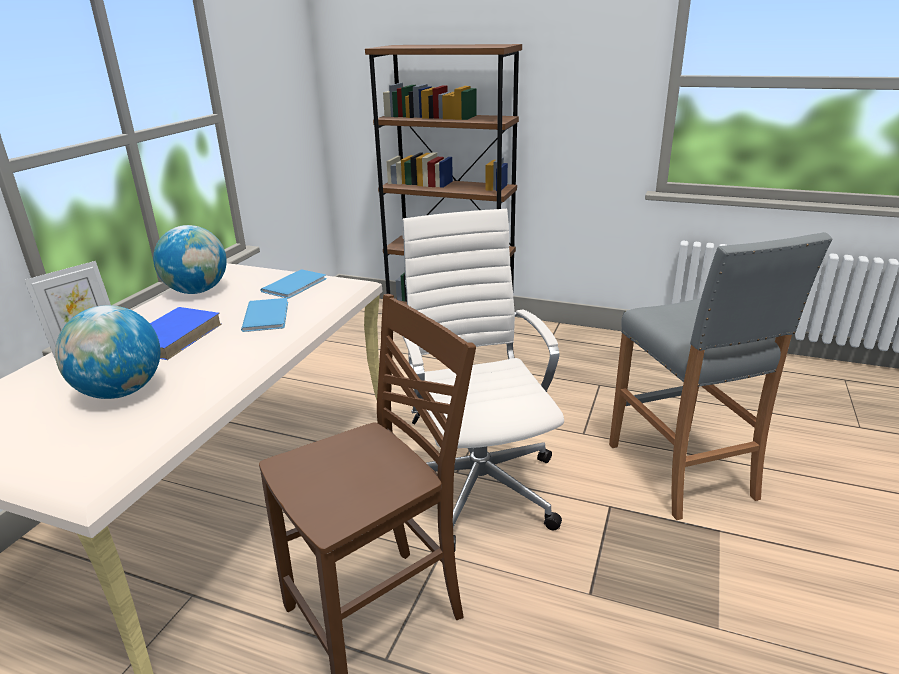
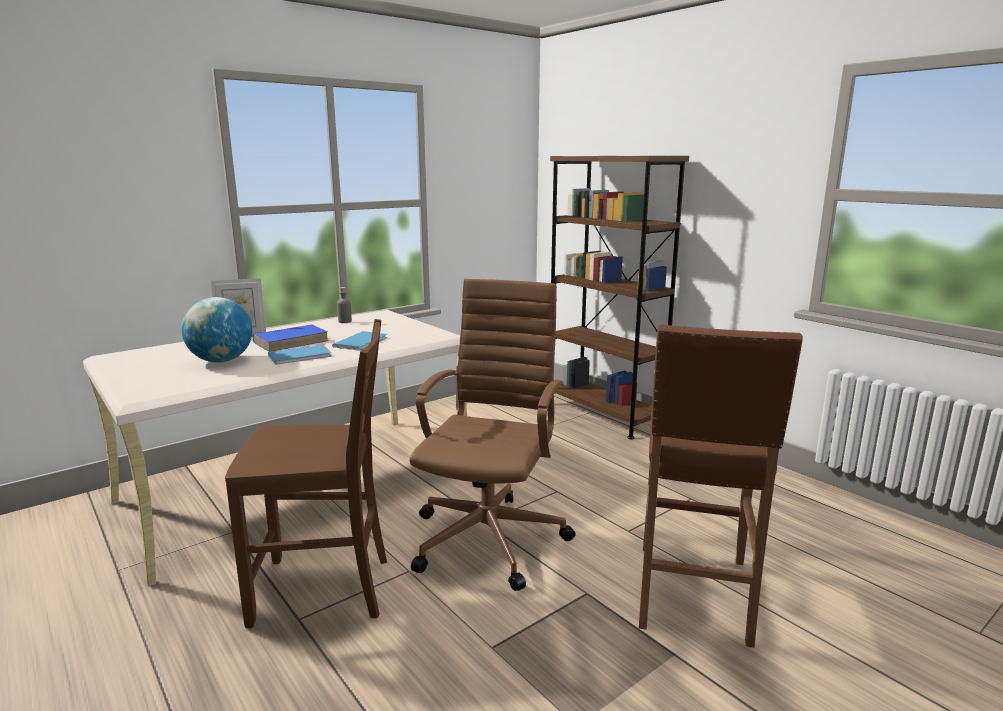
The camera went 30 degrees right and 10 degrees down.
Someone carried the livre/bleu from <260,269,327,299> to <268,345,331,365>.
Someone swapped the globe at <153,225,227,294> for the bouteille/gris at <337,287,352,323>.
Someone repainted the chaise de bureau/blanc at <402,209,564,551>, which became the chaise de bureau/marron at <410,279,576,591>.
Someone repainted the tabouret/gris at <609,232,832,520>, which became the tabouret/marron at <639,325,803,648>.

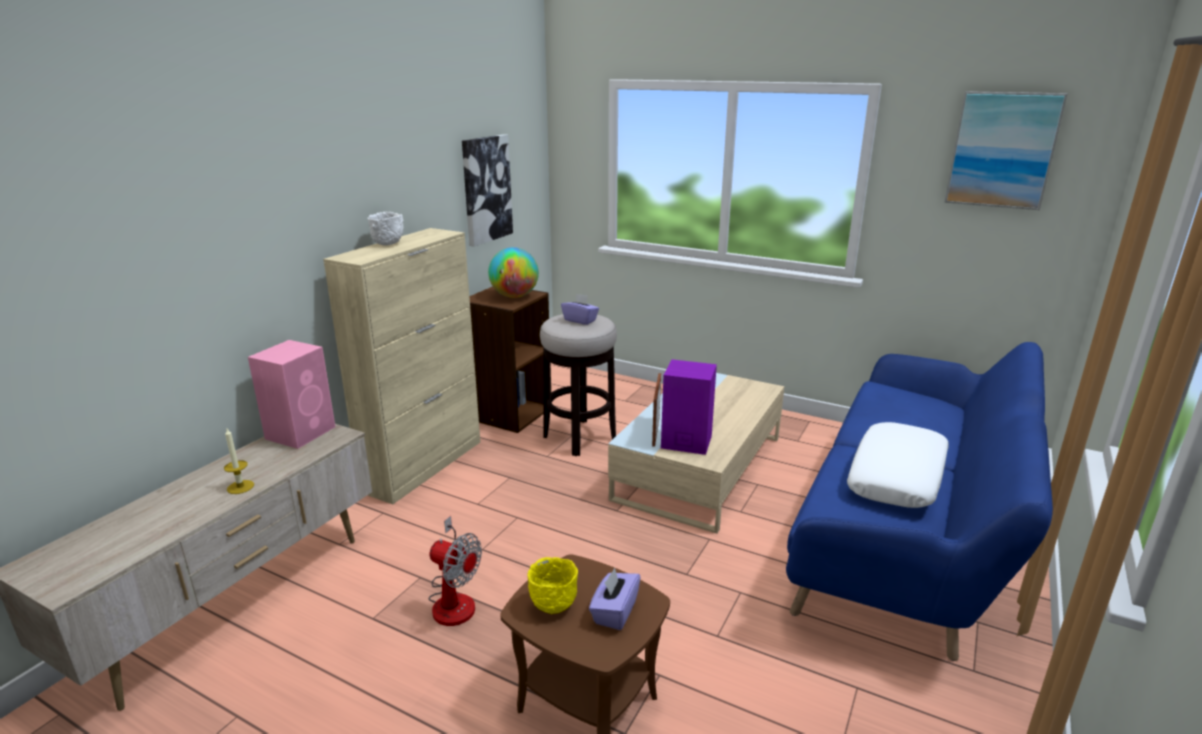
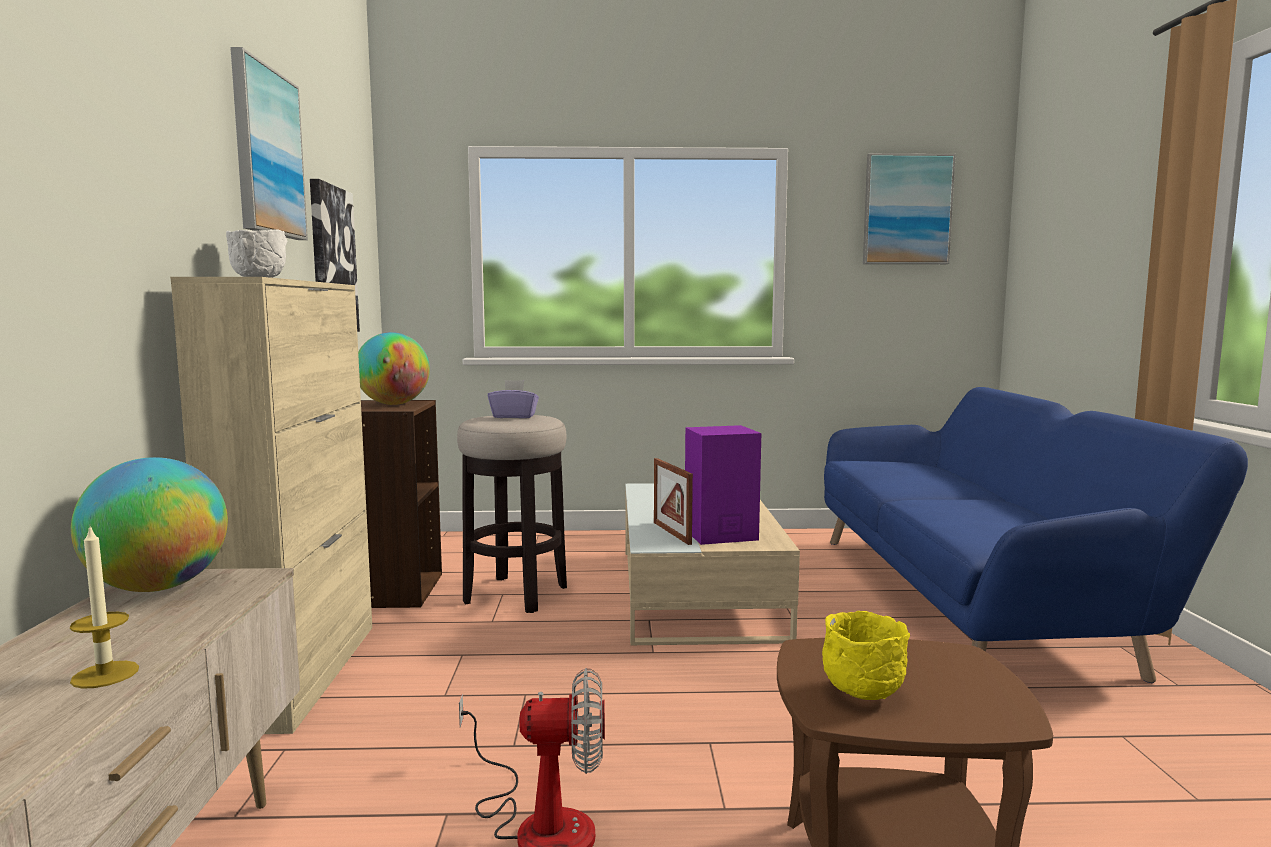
The camera went 30 degrees left and 15 degrees down.
Someone swapped the enceinte/rose at <248,340,335,449> for the globe at <71,457,228,592>.
Someone put up the tableau at <230,47,308,240>.
Someone took away the boîte à mouchoirs/violet at <589,567,641,630>.
Someone took away the coussin/blanc at <847,422,949,508>.

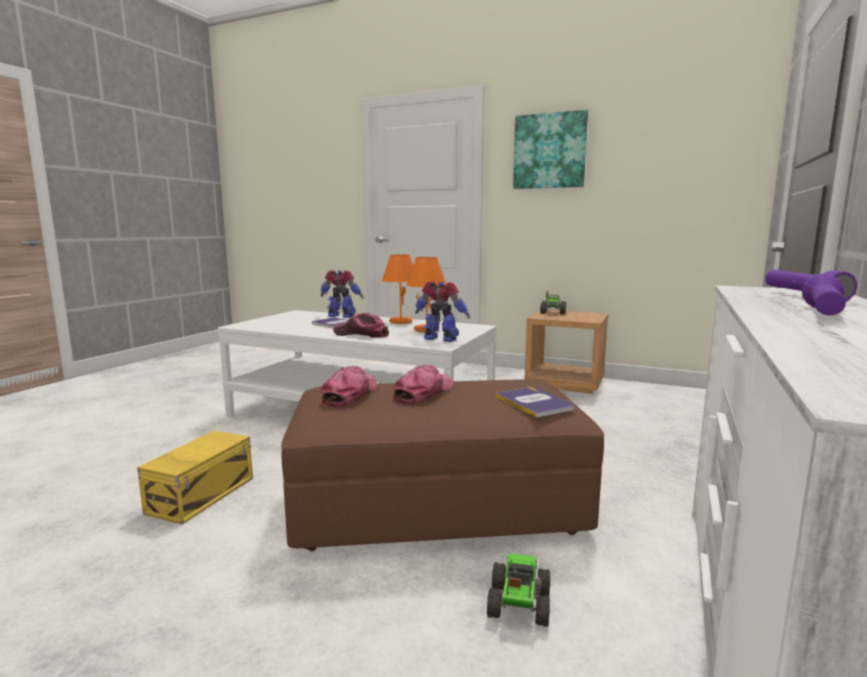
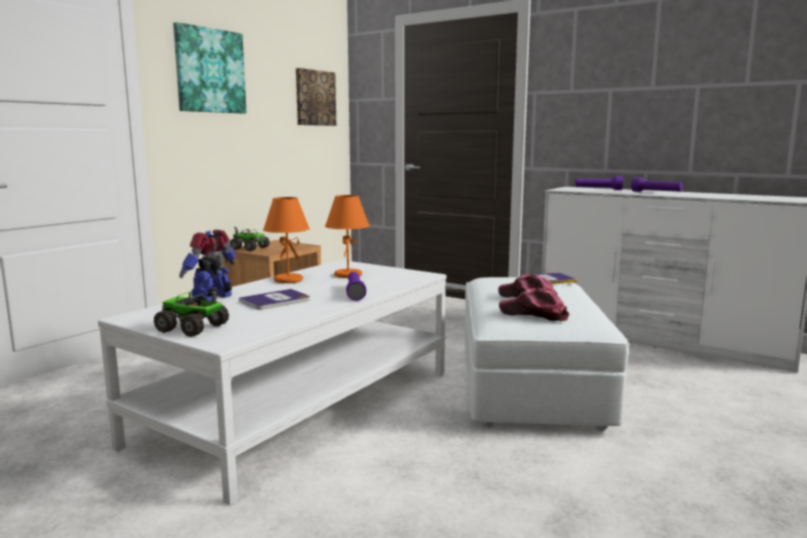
The camera went 80 degrees left and 0 degrees up.
Someone carried the camion jouet from <487,554,551,627> to <154,287,229,337>.
Someone put up the tableau at <296,68,336,126>.
Someone swapped the casquette at <333,313,389,338> for the lampe de poche/violet at <346,271,367,301>.
Someone repainted the pouf/marron at <281,379,604,551>, which became the pouf/blanc at <464,277,629,431>.
Someone took away the boîte de rangement/jaune at <137,431,253,524>.
Someone took away the robot jouet at <415,281,470,342>.

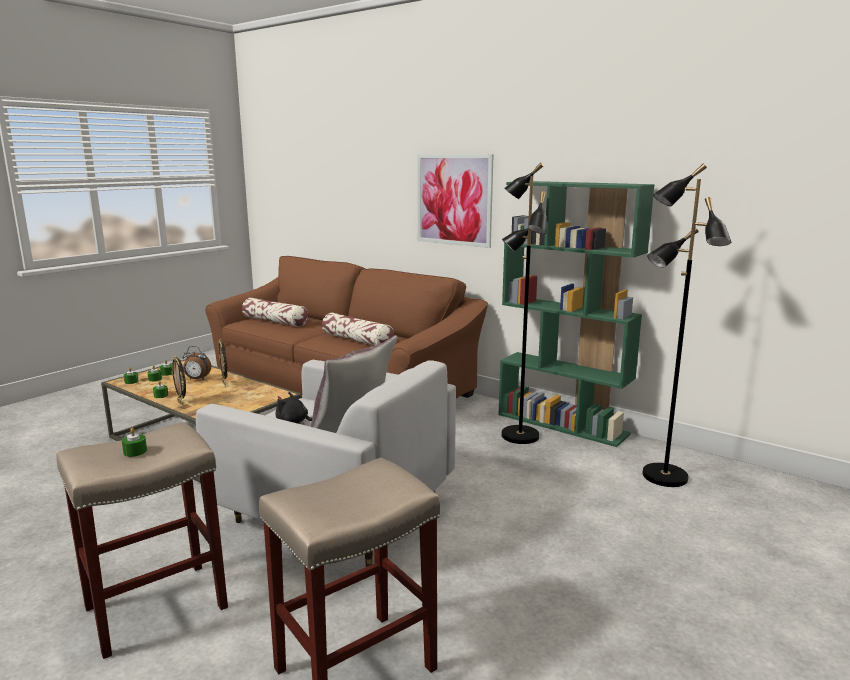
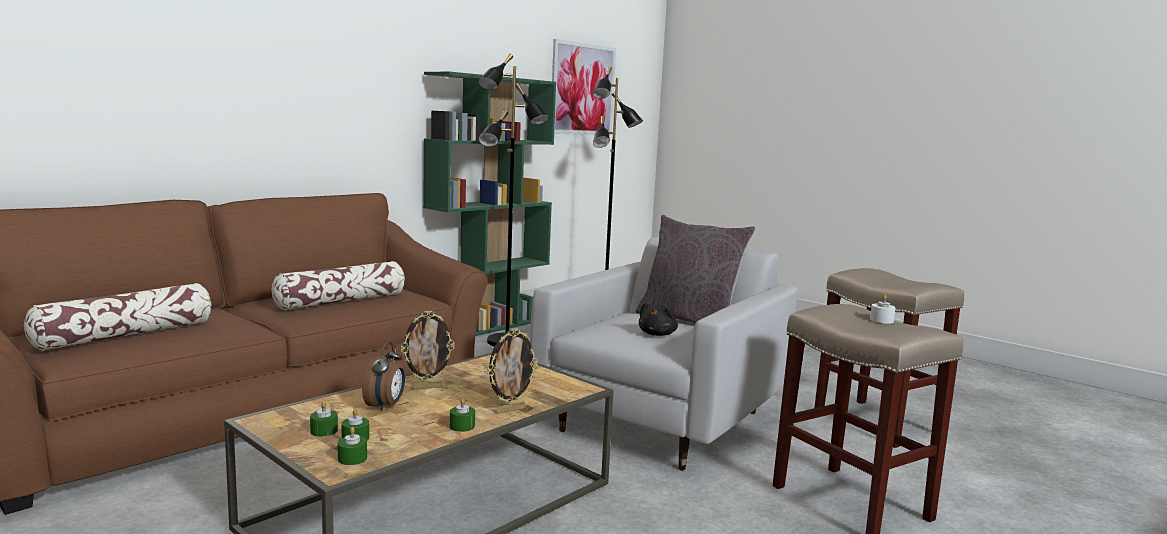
The camera went 85 degrees left and 5 degrees down.
Someone carried the tableau from <418,154,494,248> to <552,39,616,135>.
Someone repainted the bougie/vert at <122,428,147,457>, which became the bougie/blanc at <870,294,896,324>.

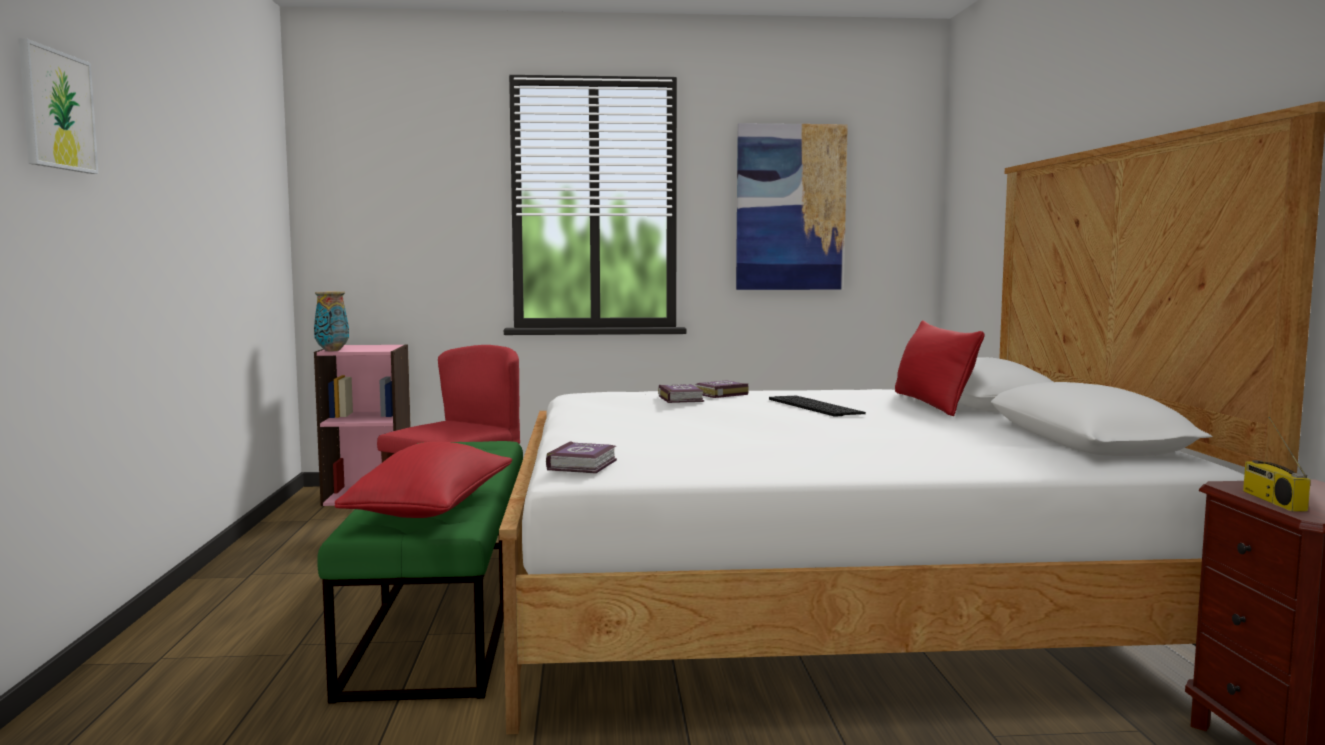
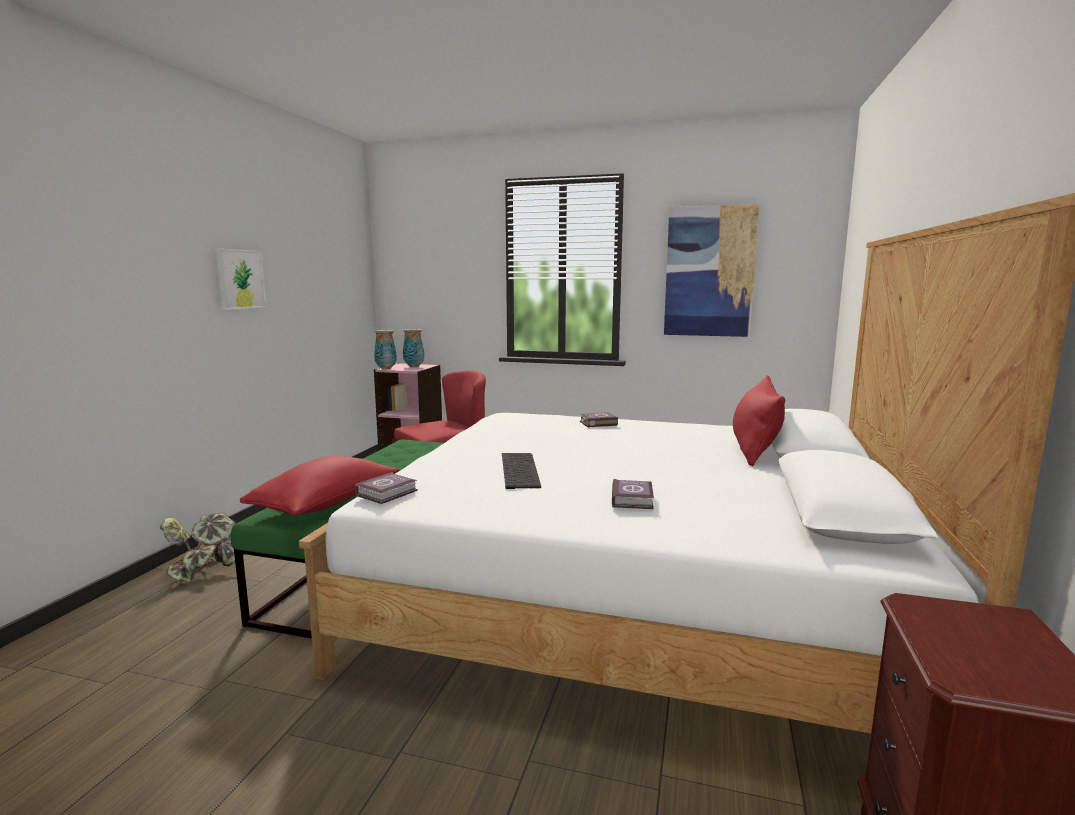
The camera went 20 degrees right and 5 degrees up.
Someone put down the plante en pot at <160,513,245,583>.
Someone carried the tableau from <19,38,99,174> to <215,248,267,310>.
Someone put down the vase at <403,329,424,367>.
Someone carried the clavier from <769,396,866,417> to <502,453,541,489>.
Someone carried the livre from <658,384,704,403> to <612,479,654,509>.
Someone took away the radio at <1243,417,1311,511>.

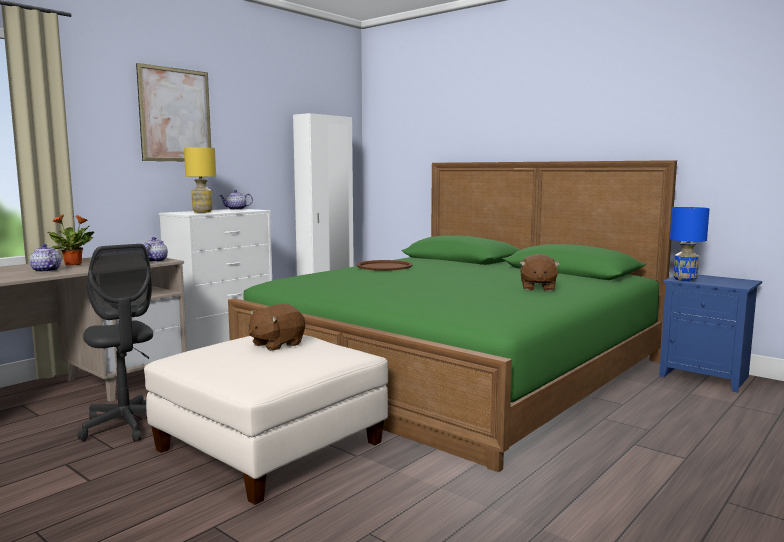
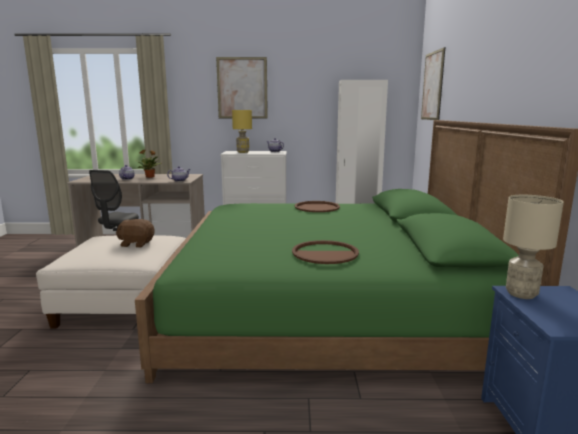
The camera went 50 degrees right and 5 degrees up.
Someone swapped the peluche/marron at <520,254,560,291> for the plateau/marron at <292,240,359,264>.
Someone put up the tableau at <421,47,445,120>.
Someone repainted the lampe de table/bleu at <670,207,710,281>, which became the lampe de table/beige at <503,195,564,299>.

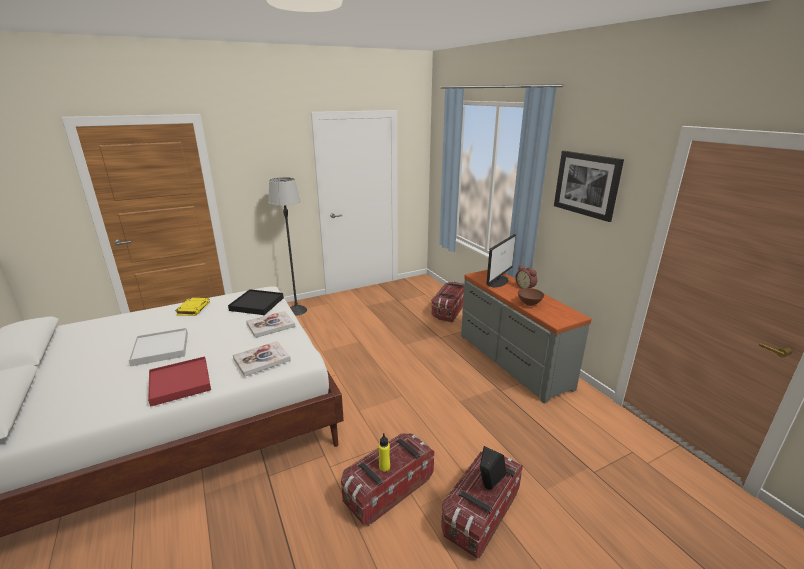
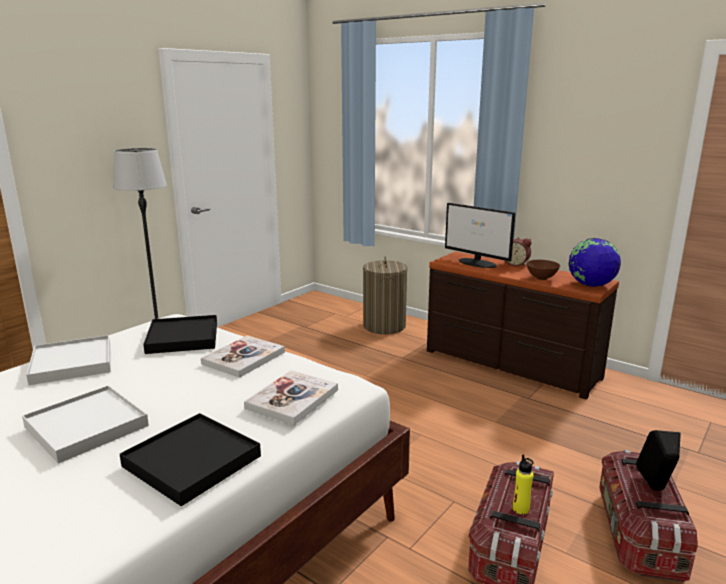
The camera went 25 degrees left and 5 degrees down.
Someone swapped the livre/jaune at <175,298,210,316> for the plateau/blanc at <26,335,111,385>.
Someone repainted the plateau/rouge at <148,356,211,407>, which became the plateau/noir at <120,413,261,506>.
Someone swapped the boîte de rangement at <431,281,464,323> for the panier à linge at <363,256,408,334>.
Someone repainted the commode/gris at <461,270,592,404>, which became the commode/marron at <427,251,619,399>.
Someone rotated the écran d'ordinateur at <486,234,516,287> by 120 degrees clockwise.
Someone put down the globe at <568,238,621,287>.
Someone took away the tableau at <554,151,624,222>.

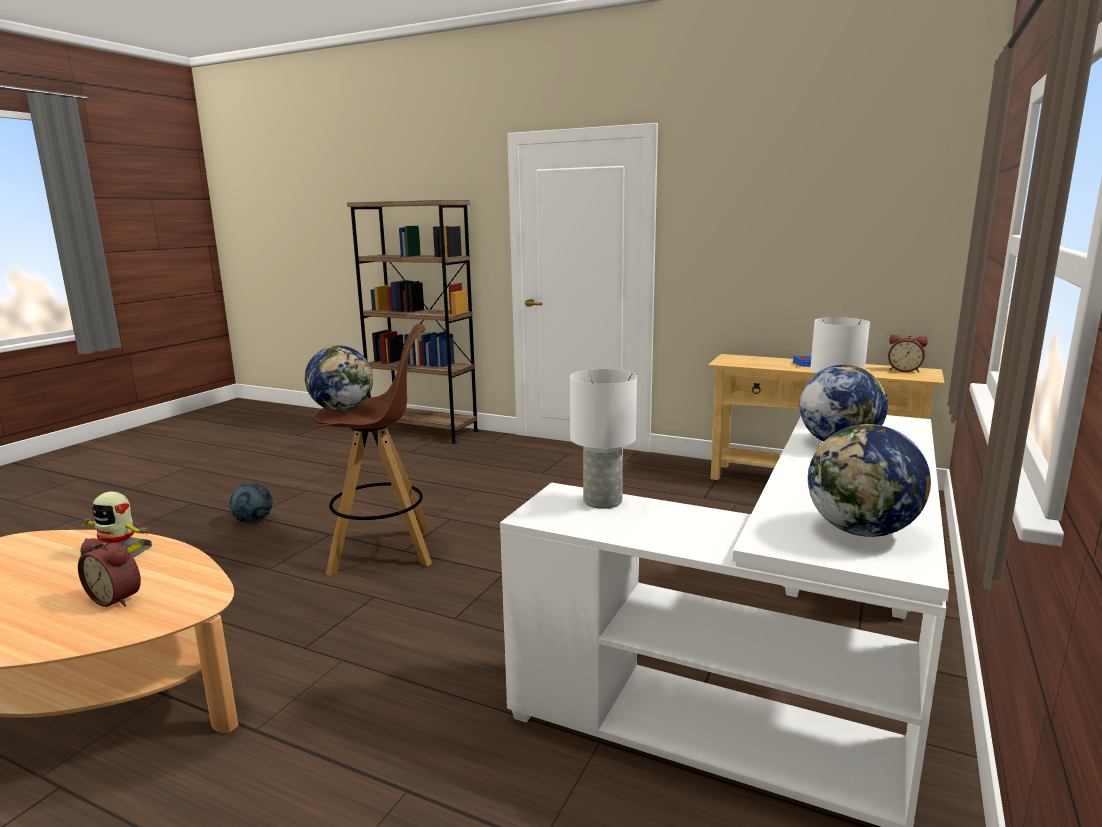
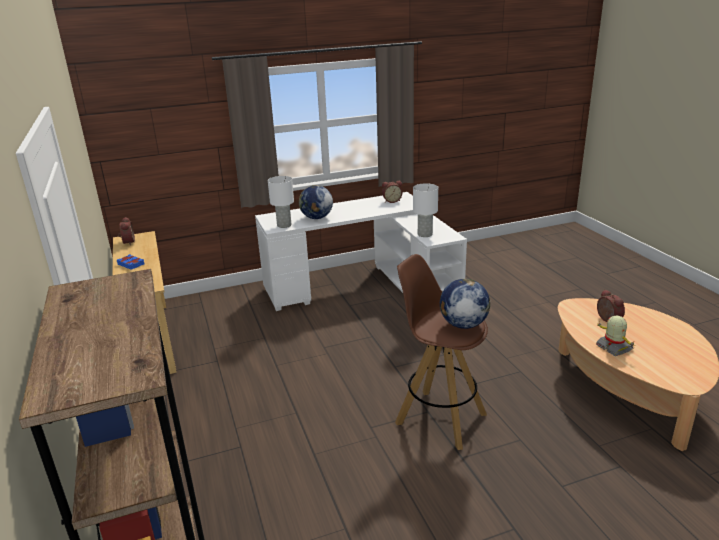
The camera went 135 degrees left and 10 degrees up.
Someone swapped the globe at <808,424,931,537> for the réveil at <382,181,402,203>.
Someone took away the ballon de foot at <230,483,273,524>.

